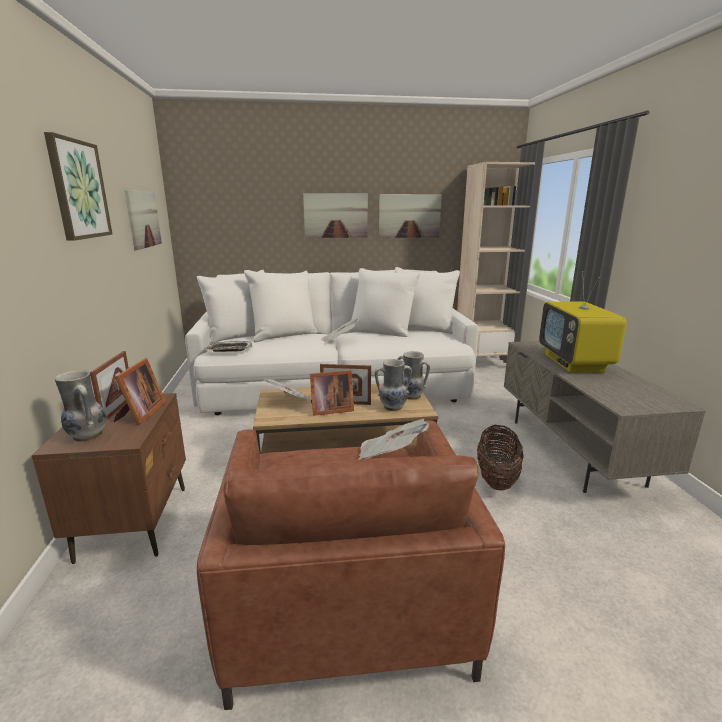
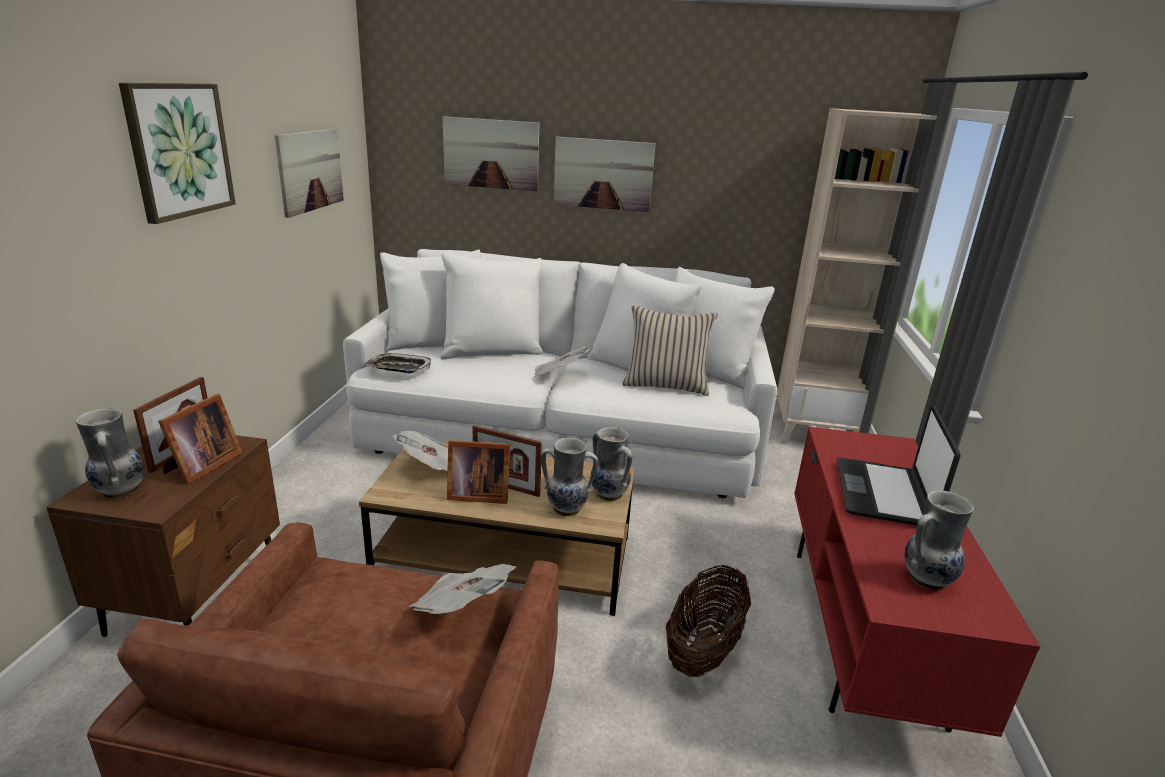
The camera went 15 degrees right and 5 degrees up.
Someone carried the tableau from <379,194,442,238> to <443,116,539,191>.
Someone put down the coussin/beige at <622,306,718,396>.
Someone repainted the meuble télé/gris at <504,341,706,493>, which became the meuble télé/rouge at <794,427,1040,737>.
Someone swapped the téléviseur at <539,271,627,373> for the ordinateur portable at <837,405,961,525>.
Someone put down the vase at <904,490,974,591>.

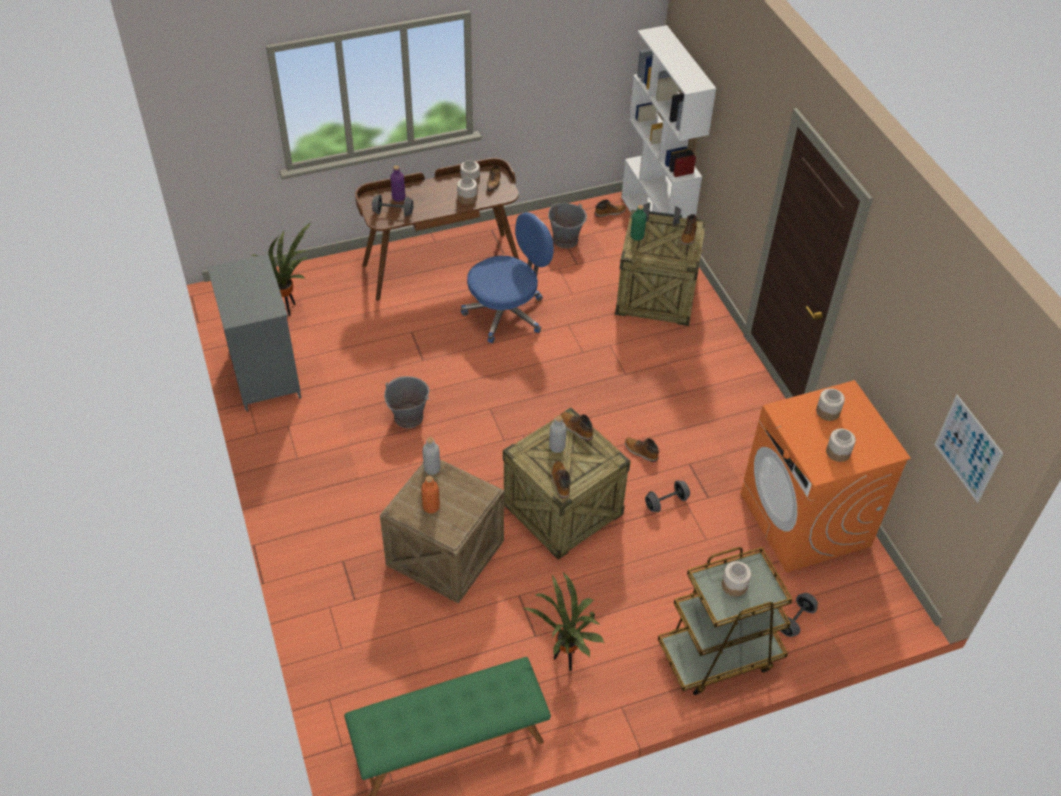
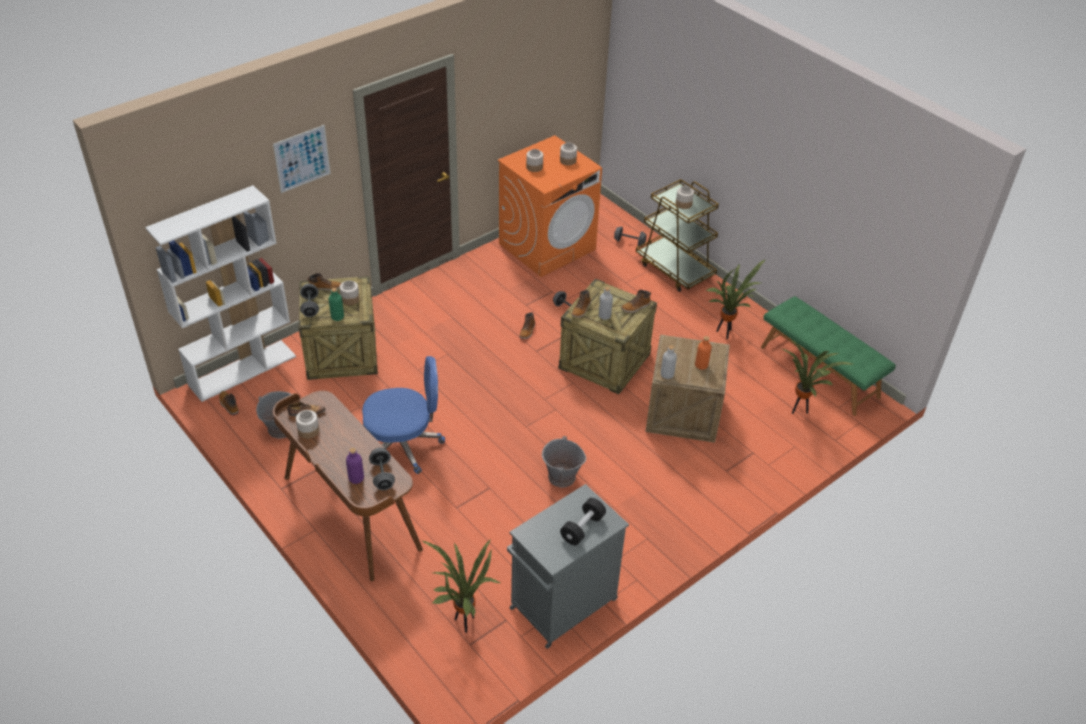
The camera went 110 degrees left and 5 degrees down.
Someone carried the tableau from <935,395,1003,503> to <273,125,331,193>.
Someone carried the bocal from <457,178,477,205> to <340,280,359,305>.
Someone rotated the chaise de bureau/bleu at <461,212,554,343> by 135 degrees clockwise.
Someone put down the haltère/noir at <560,498,606,545>.
Someone put down the plante en pot at <782,340,853,414>.

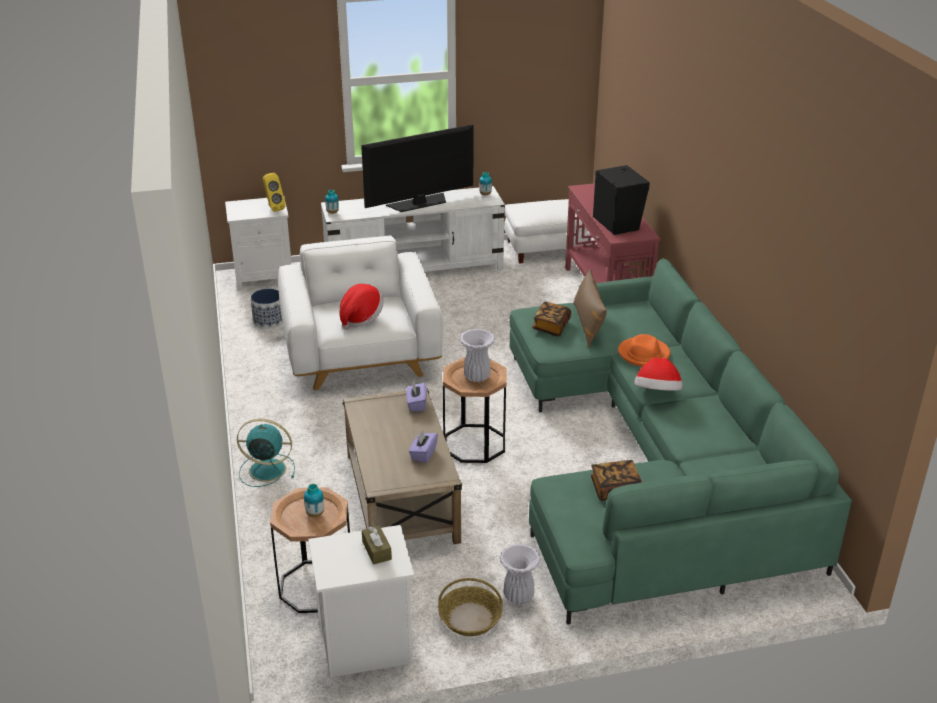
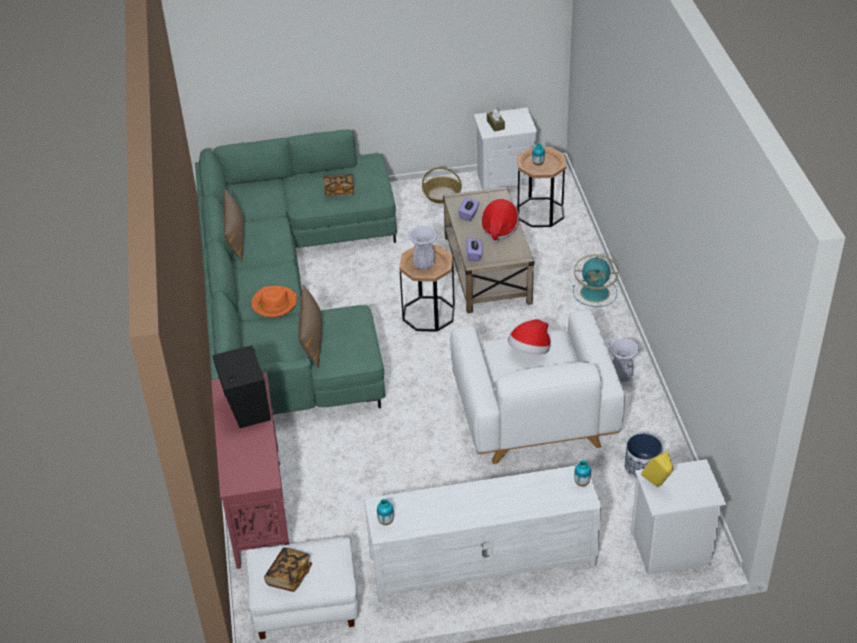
The camera went 175 degrees left and 10 degrees up.
Someone put down the coussin/marron at <223,189,244,262>.
Someone carried the livre from <532,302,571,336> to <264,547,312,592>.
Someone carried the chapeau from <634,357,683,391> to <481,199,519,244>.
Someone carried the vase/blanc from <499,544,541,605> to <609,338,639,382>.
Someone took away the téléviseur at <361,124,473,212>.

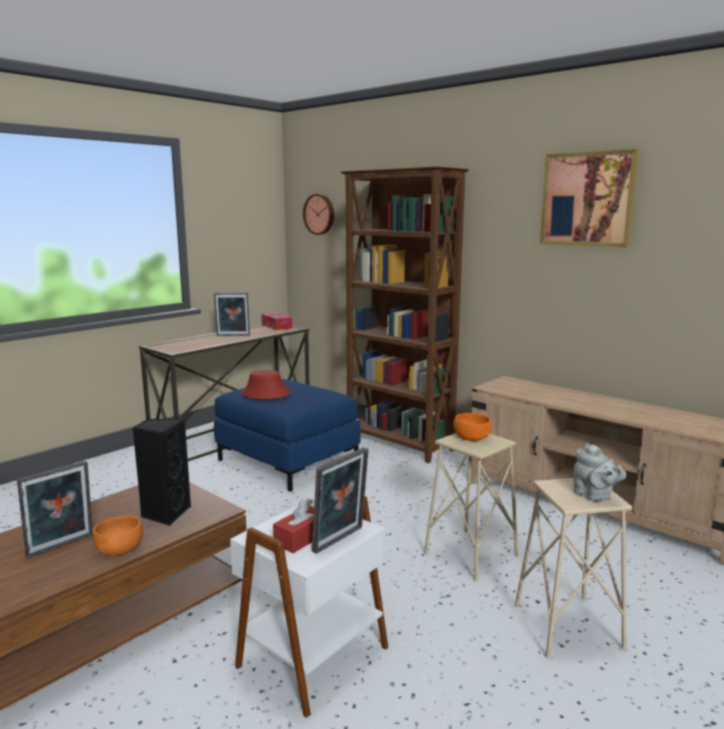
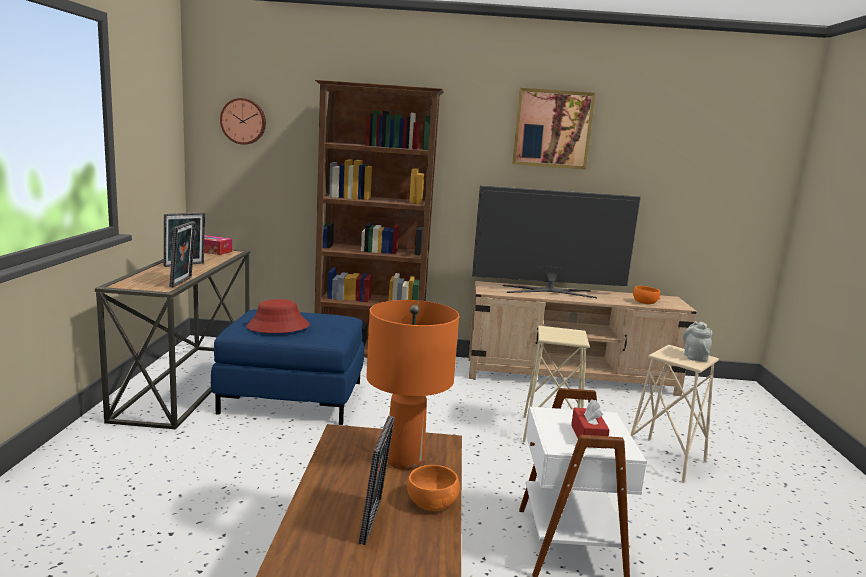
The camera went 40 degrees left and 0 degrees up.
Someone carried the cadre photo from <312,447,369,554> to <169,221,196,287>.
Someone swapped the enceinte/noir at <133,418,191,526> for the lampe de table/orange at <366,300,459,470>.
Someone put down the téléviseur at <472,185,641,298>.
Someone carried the bol/orange from <453,413,492,441> to <633,286,660,304>.
Someone rotated the théière/gris at <573,443,626,502> by 105 degrees counterclockwise.

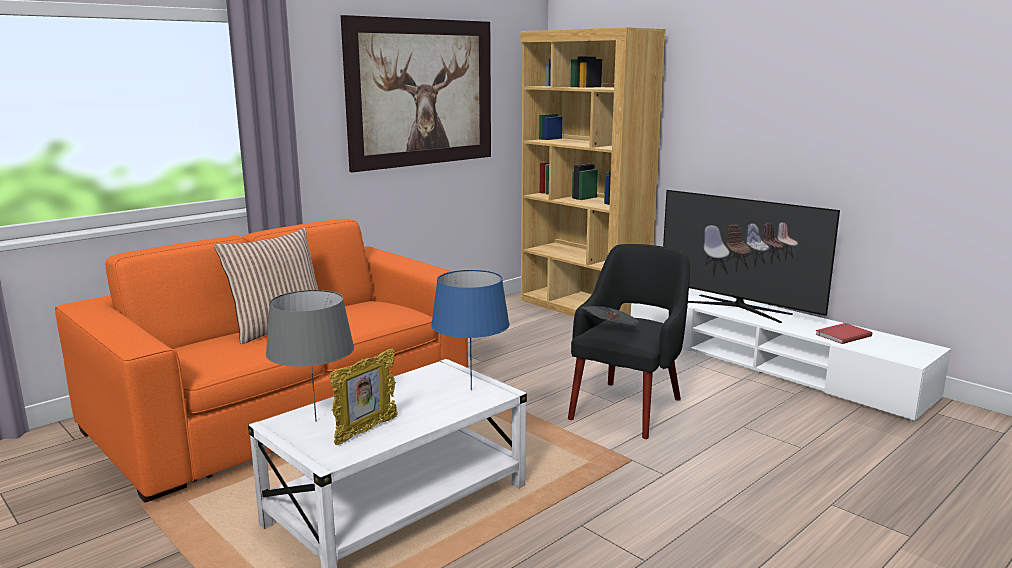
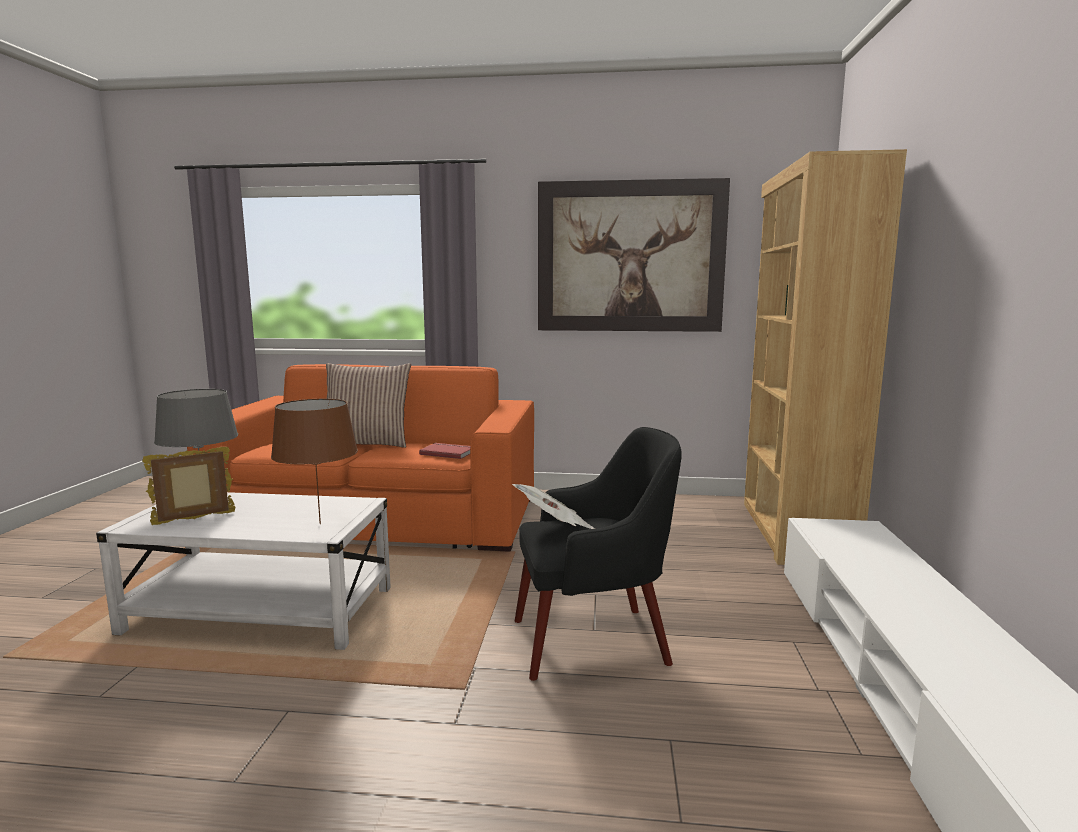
The camera went 50 degrees right and 5 degrees down.
Someone rotated the cadre photo at <329,348,398,445> by 150 degrees clockwise.
Someone repainted the lampe de table/bleu at <431,270,510,390>, which became the lampe de table/marron at <271,399,358,524>.
Someone carried the livre/rouge from <815,323,872,344> to <419,443,470,459>.
Someone took away the téléviseur at <663,190,840,323>.

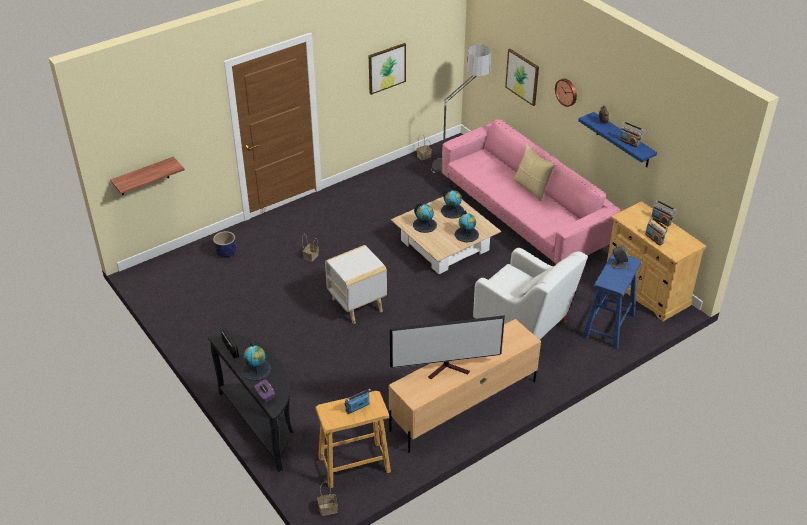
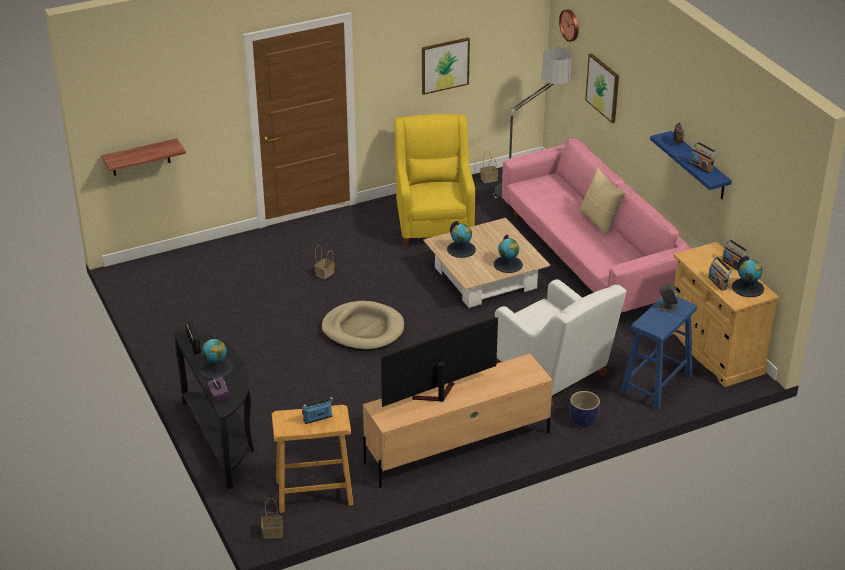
The camera went 10 degrees right and 5 degrees down.
Someone swapped the table d'appoint/blanc at <325,245,387,324> for the panier pour chien/beige at <321,301,404,351>.
Someone rotated the téléviseur at <390,315,505,379> by 150 degrees clockwise.
Someone put down the fauteuil/jaune at <394,114,475,247>.
Someone carried the horloge murale from <555,79,577,107> to <559,9,579,42>.
Someone carried the cache-pot from <213,231,236,258> to <569,391,600,427>.
Someone carried the globe from <441,188,464,219> to <732,256,764,297>.

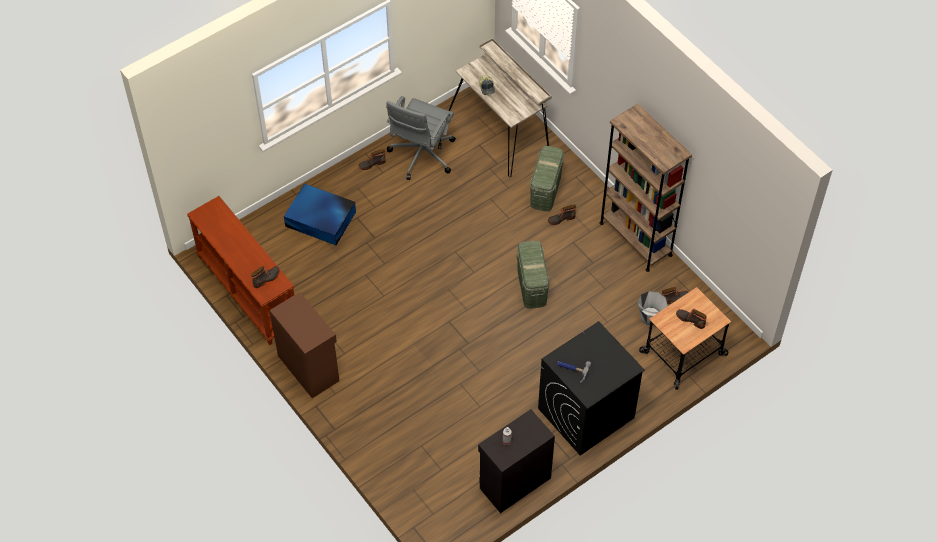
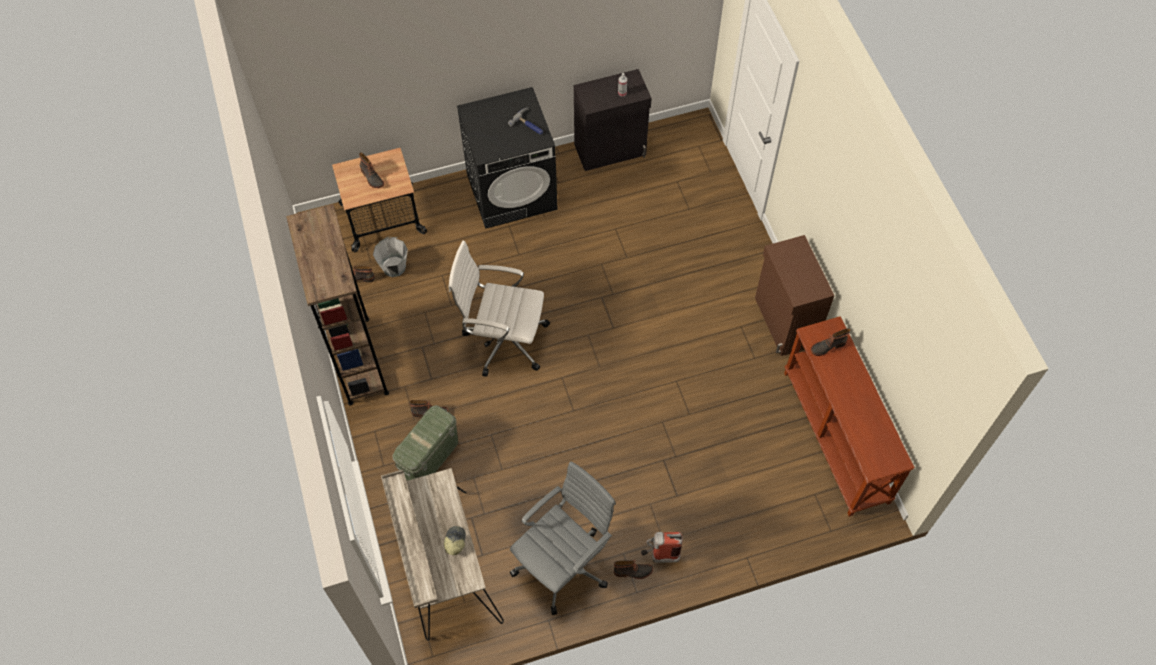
The camera went 160 degrees left and 5 degrees up.
Someone swapped the boîte de rangement/vert at <517,241,550,309> for the chaise de bureau/blanc at <449,241,550,377>.
Someone put down the extincteur at <641,532,683,563>.
Someone took away the boîte de rangement/bleu at <284,183,356,245>.

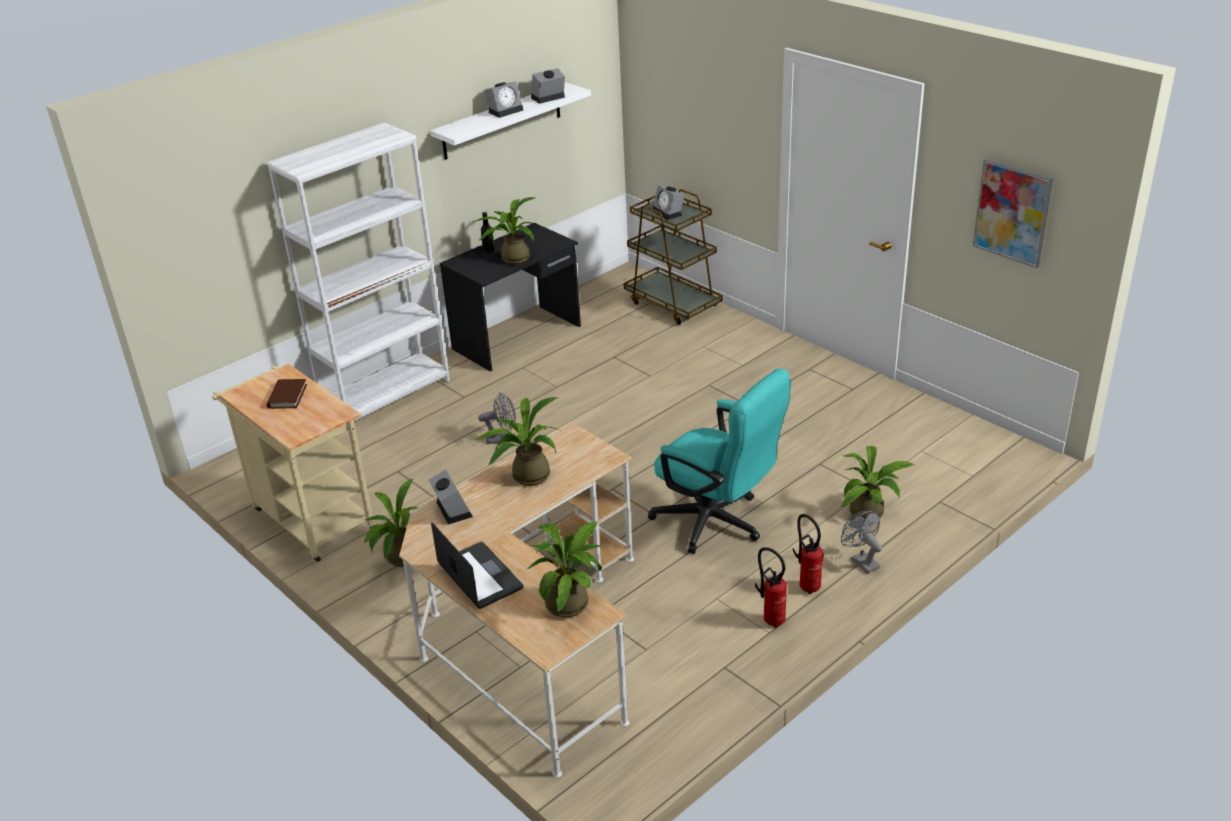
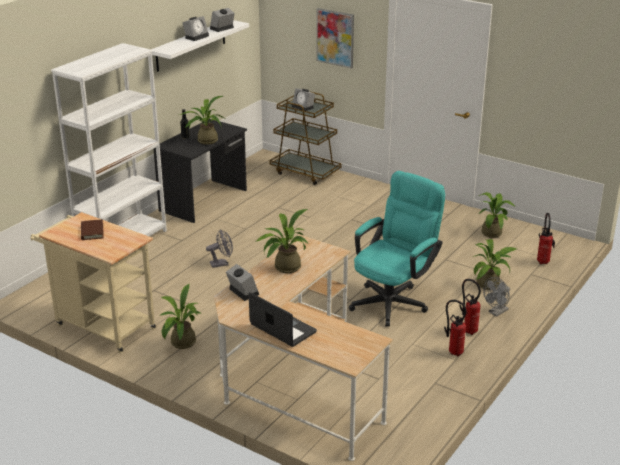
The camera went 15 degrees left and 5 degrees down.
Someone carried the tableau from <973,159,1053,268> to <316,8,354,69>.
Someone rotated the chaise de bureau/turquoise at <648,368,791,554> by 75 degrees counterclockwise.
Someone carried the plante en pot from <527,522,602,618> to <478,192,515,238>.
Someone rotated the ventilateur/gris at <841,511,882,574> by 90 degrees counterclockwise.
Someone put down the extincteur at <537,213,555,264>.

